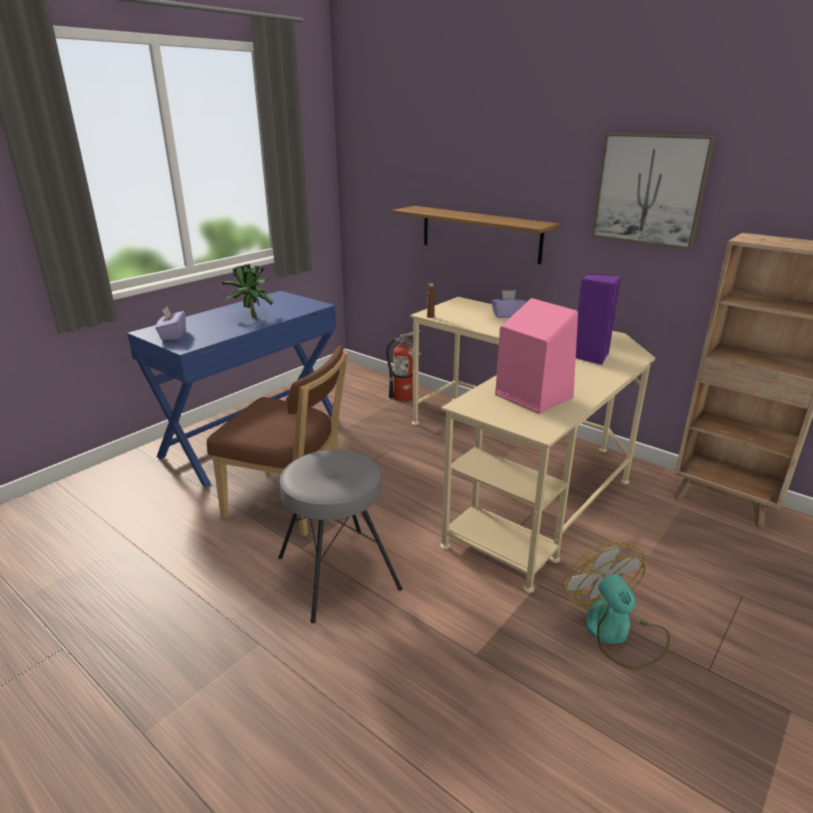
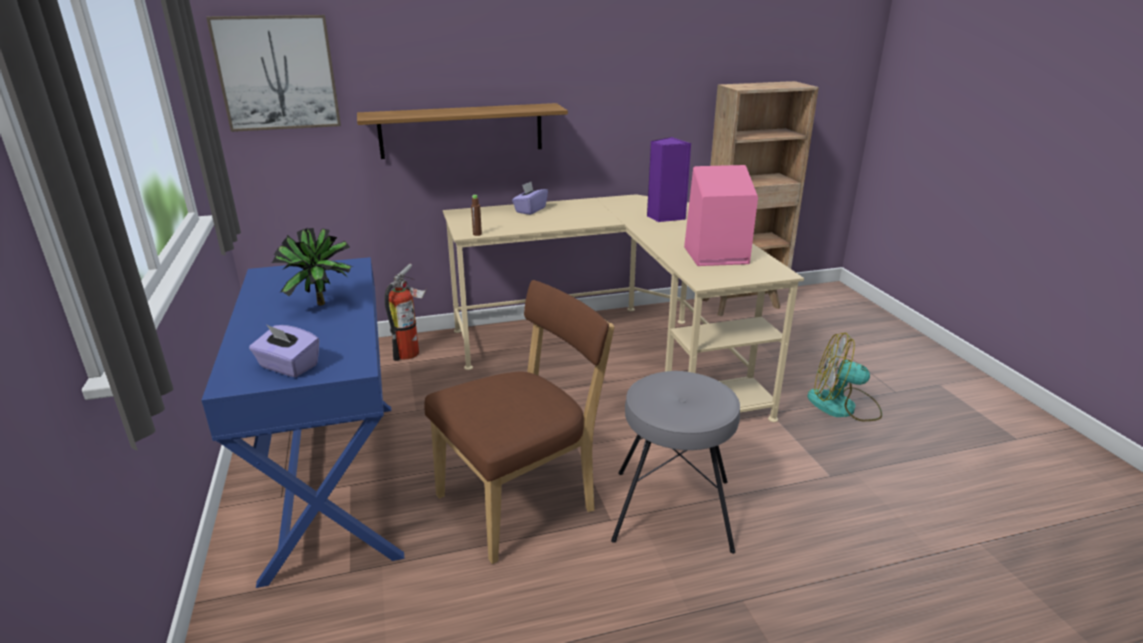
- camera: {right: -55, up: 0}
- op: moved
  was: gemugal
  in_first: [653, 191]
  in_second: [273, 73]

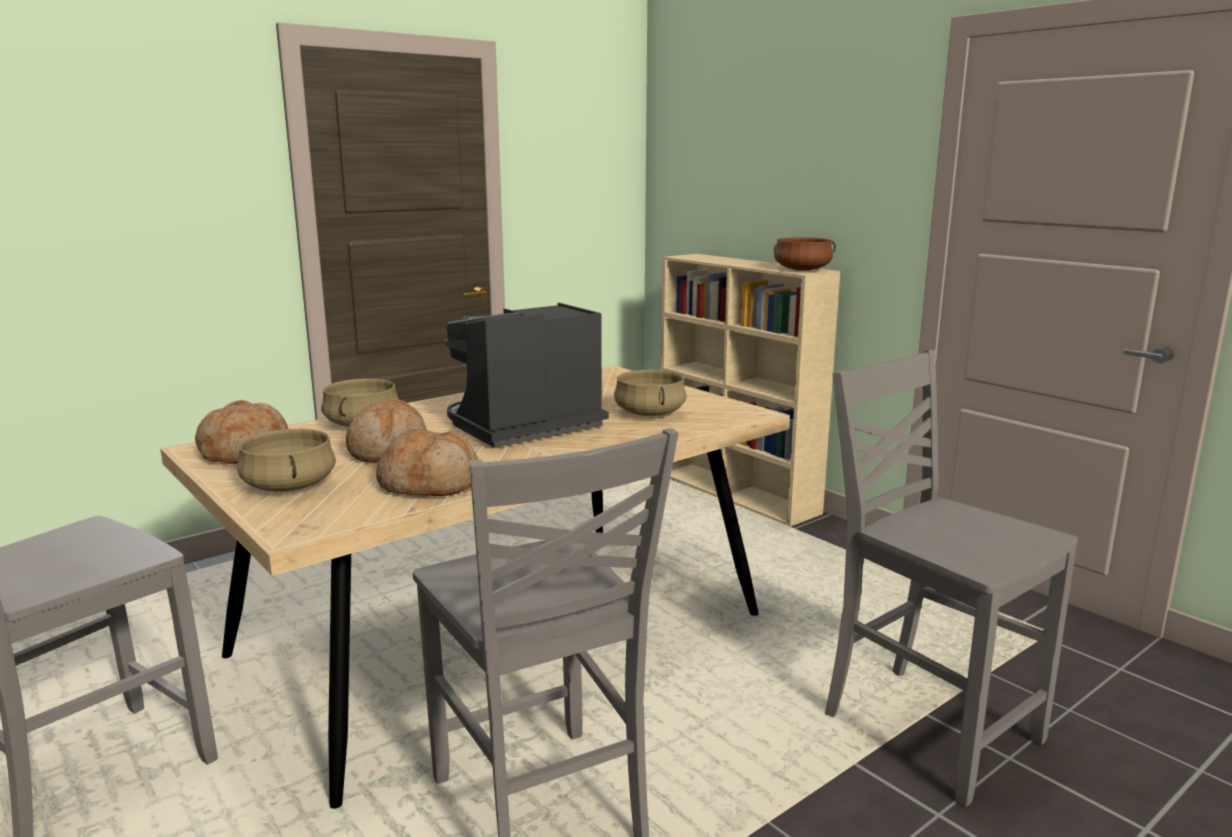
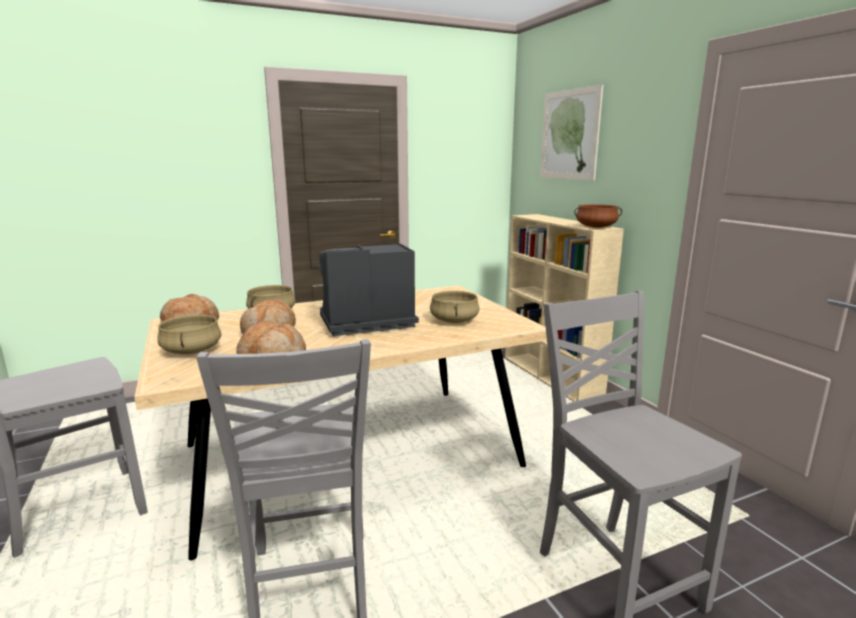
- camera: {right: 15, up: 0}
- op: added
  now: gemugal
  in_second: [571, 132]

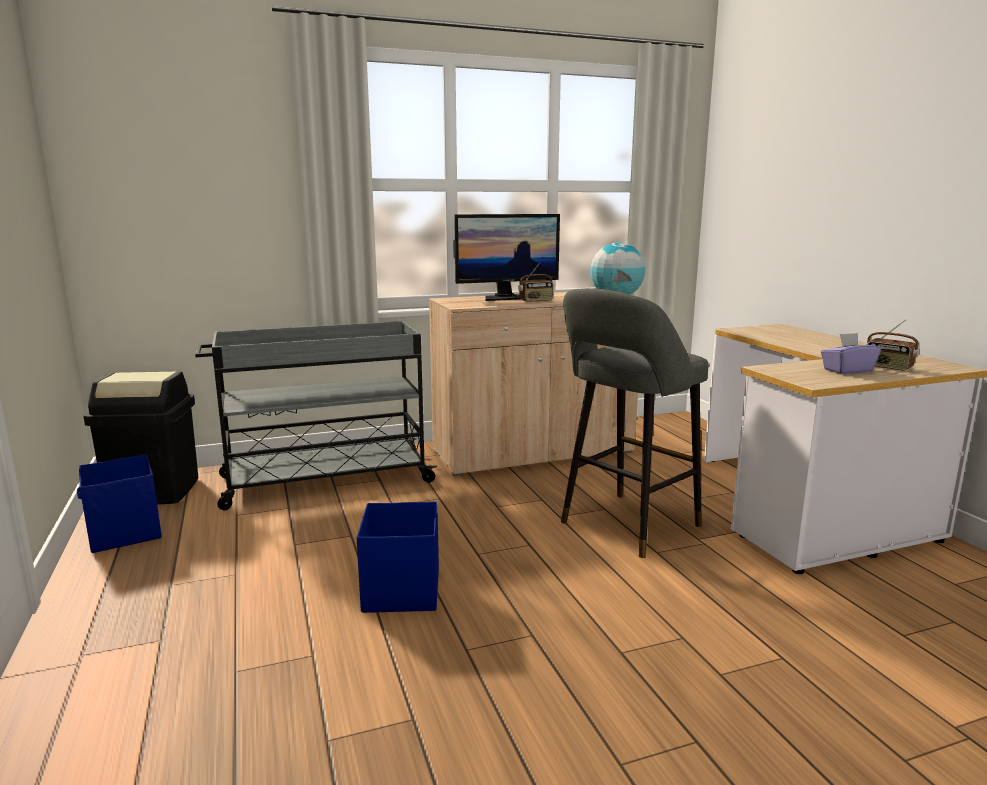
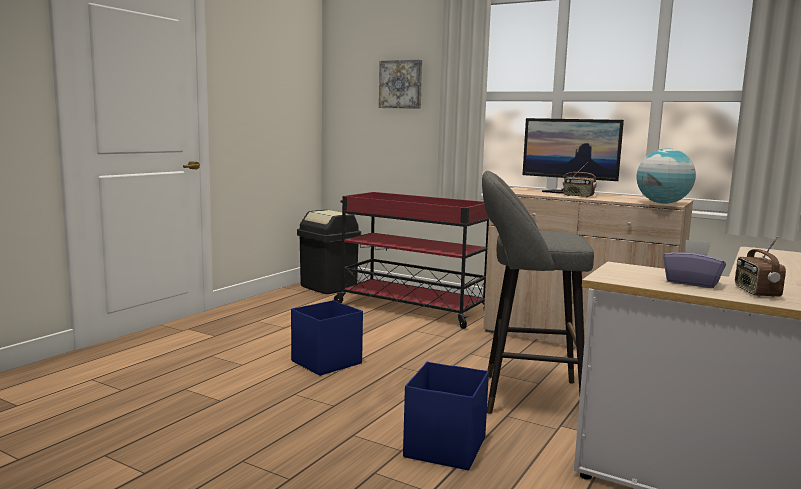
- camera: {right: 50, up: -5}
- op: added
  now: gemugal
  in_second: [400, 84]
- op: moved
  was: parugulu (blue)
  in_first: [119, 504]
  in_second: [446, 416]
- op: recoloured
  was: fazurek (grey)
  now: fazurek (red)
  in_first: [316, 415]
  in_second: [412, 260]

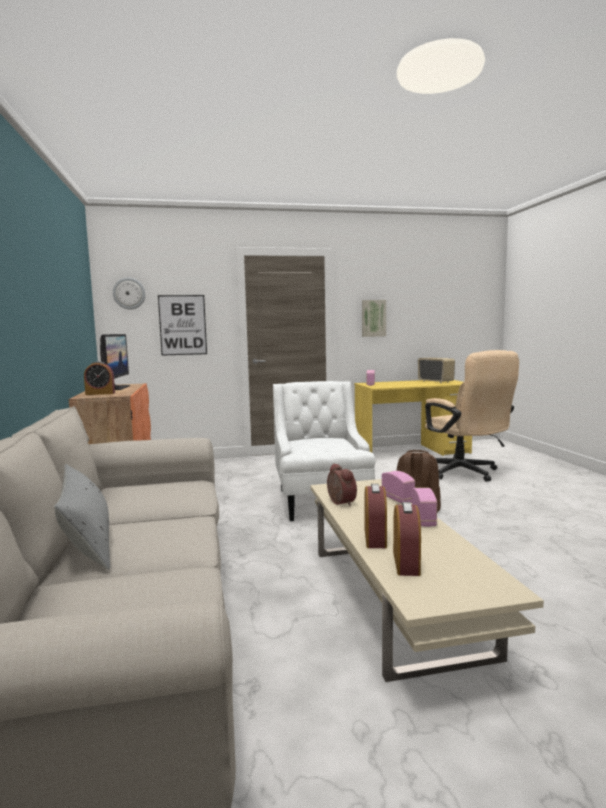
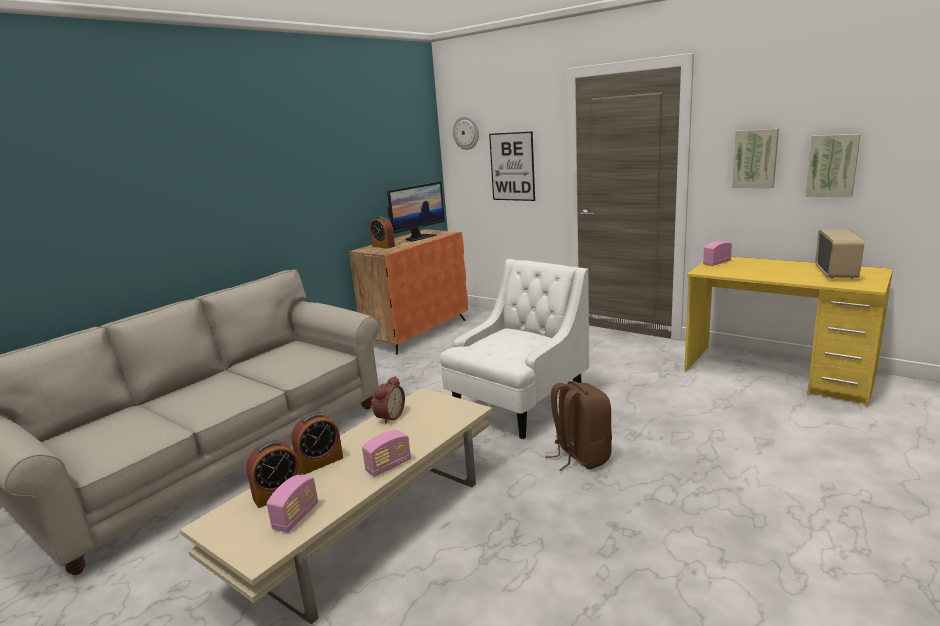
- camera: {right: 50, up: 10}
- op: removed
  was: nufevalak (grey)
  in_first: [82, 517]
- op: removed
  was: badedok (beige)
  in_first: [472, 416]
- op: added
  now: gemugal
  in_second: [833, 166]
- op: moved
  was: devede
  in_first: [398, 487]
  in_second: [292, 504]

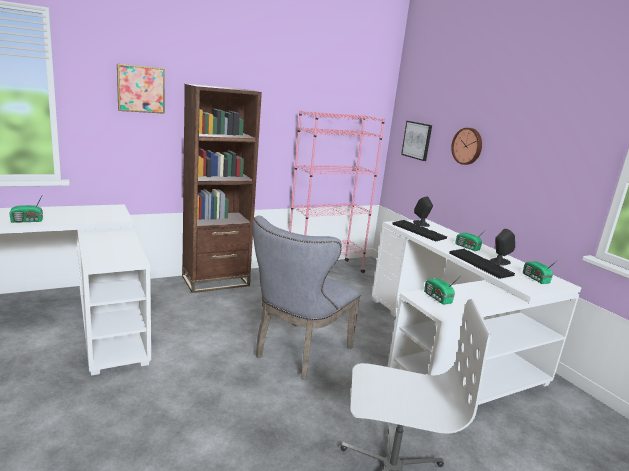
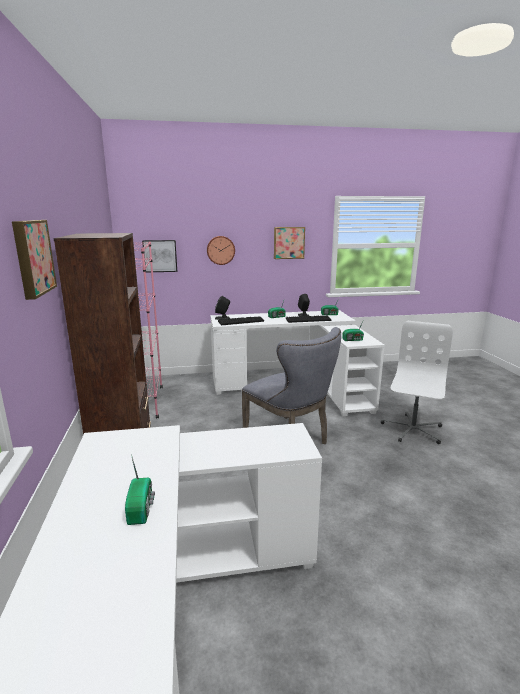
- camera: {right: -70, up: 0}
- op: added
  now: gemugal
  in_second: [289, 243]

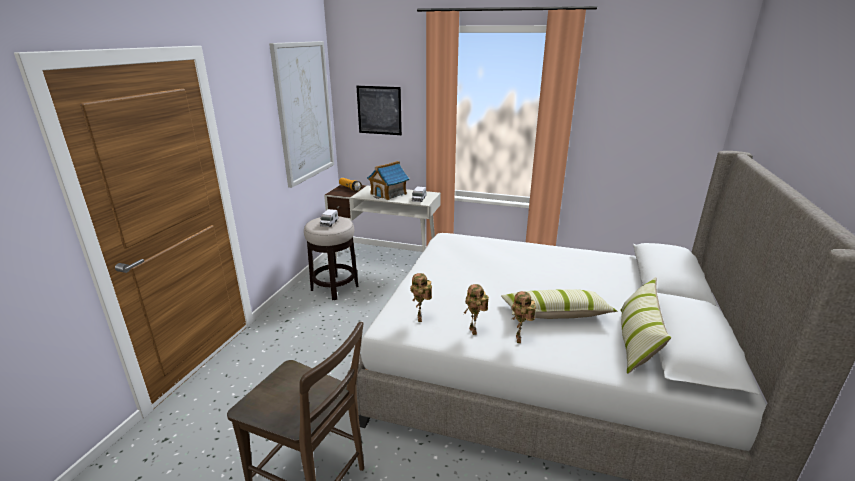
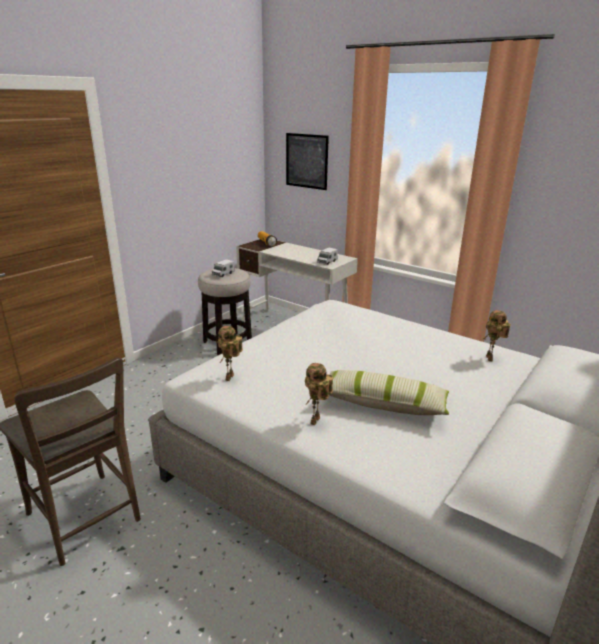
- camera: {right: 20, up: 0}
- op: removed
  was: gemugal
  in_first: [301, 114]
- op: removed
  was: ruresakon
  in_first: [388, 180]
- op: removed
  was: nufevalak
  in_first: [645, 325]
- op: moved
  was: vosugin
  in_first: [476, 309]
  in_second: [496, 335]

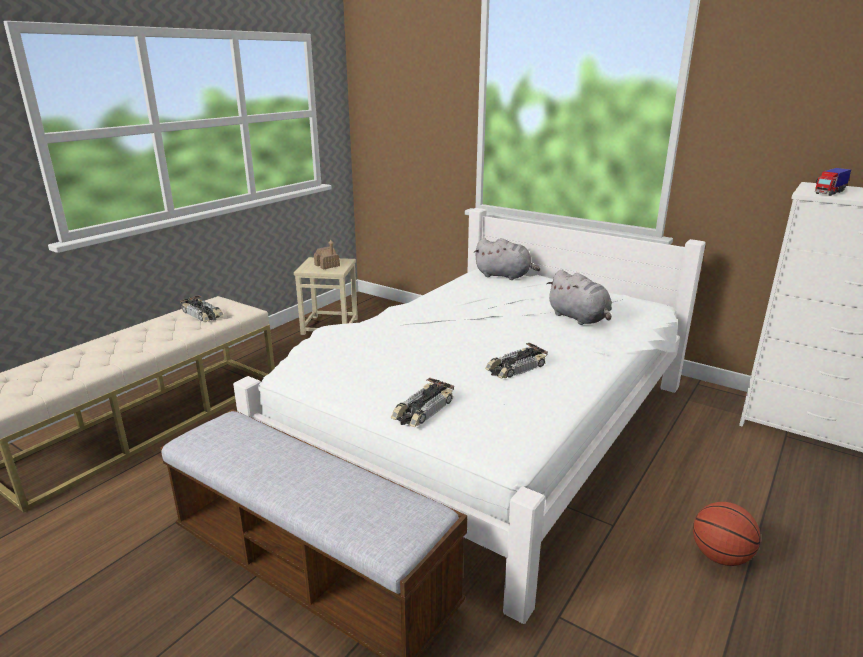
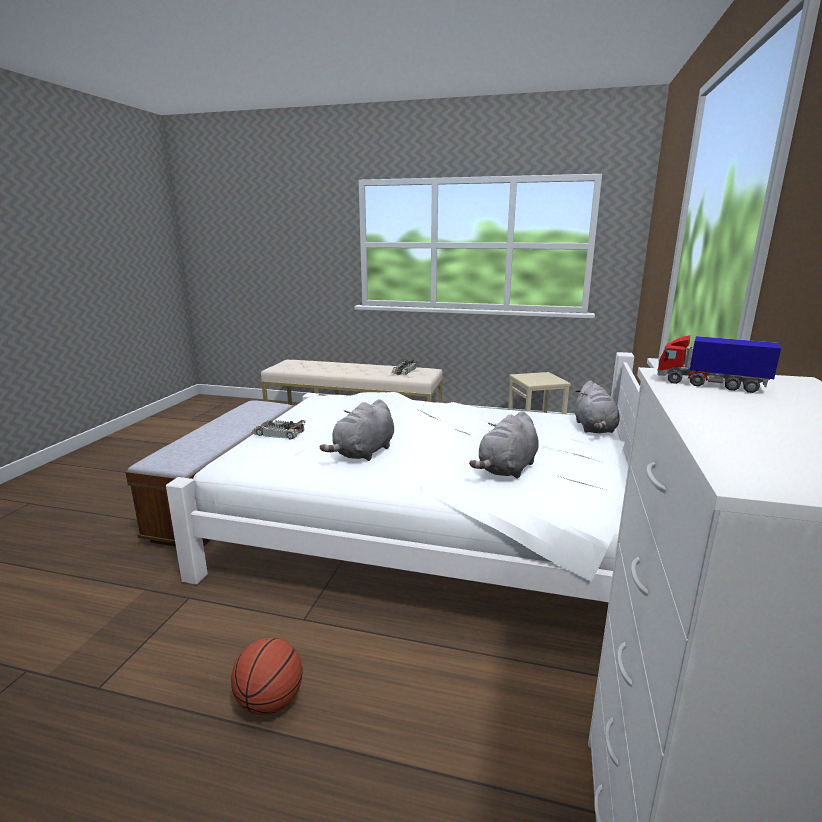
- camera: {right: 70, up: -5}
- op: removed
  was: ruresakon
  in_first: [327, 255]
- op: replaced
  was: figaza
  now: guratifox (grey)
  in_first: [516, 361]
  in_second: [357, 430]

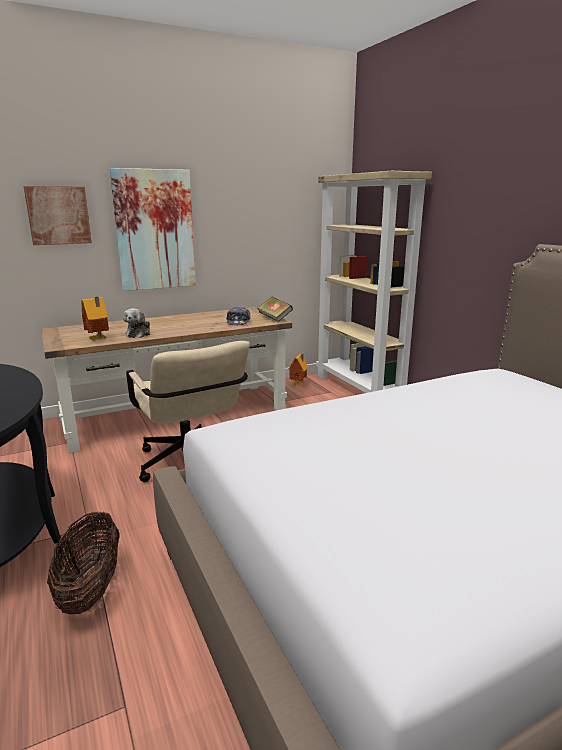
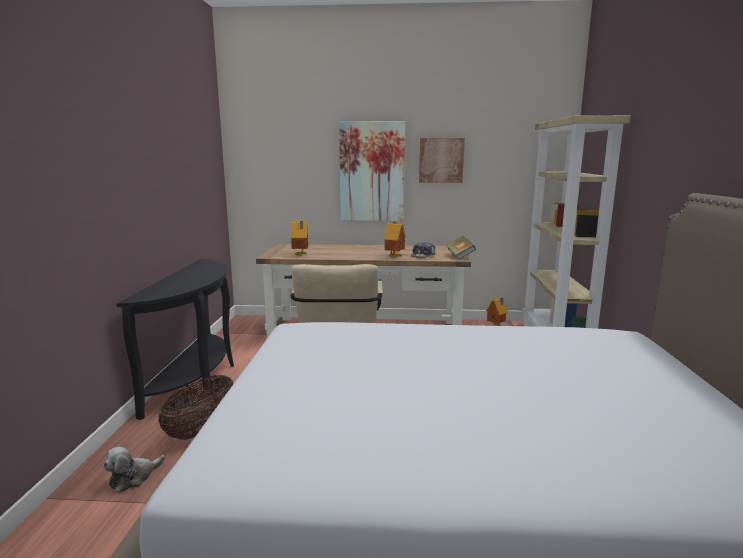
- camera: {right: 30, up: -5}
- op: added
  now: ruresakon
  in_second: [395, 239]
- op: moved
  was: gemugal
  in_first: [57, 215]
  in_second: [442, 160]
- op: moved
  was: guratifox
  in_first: [136, 323]
  in_second: [134, 470]

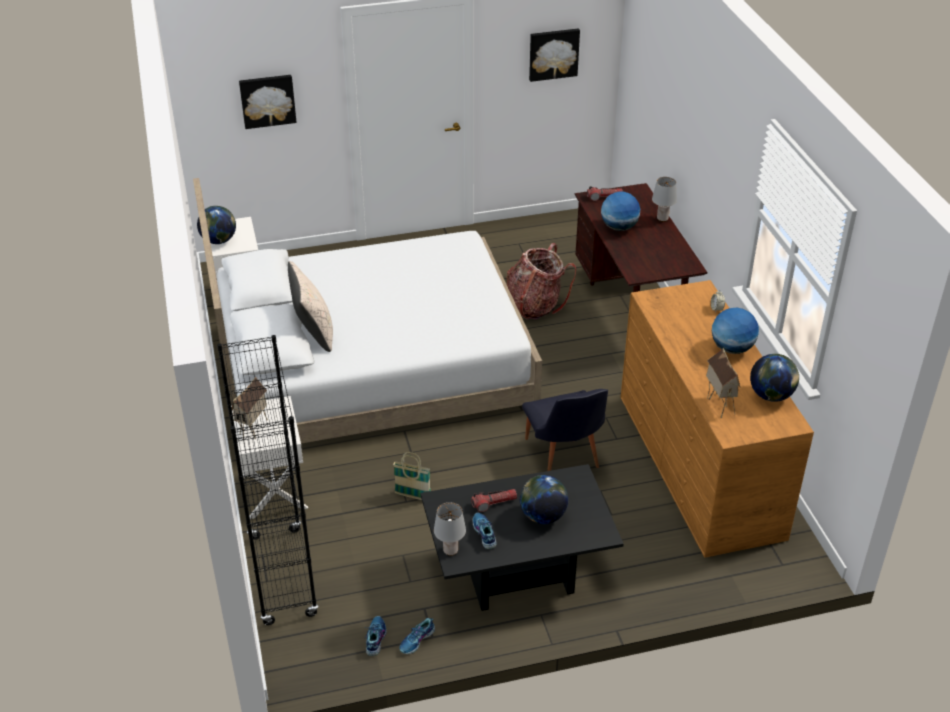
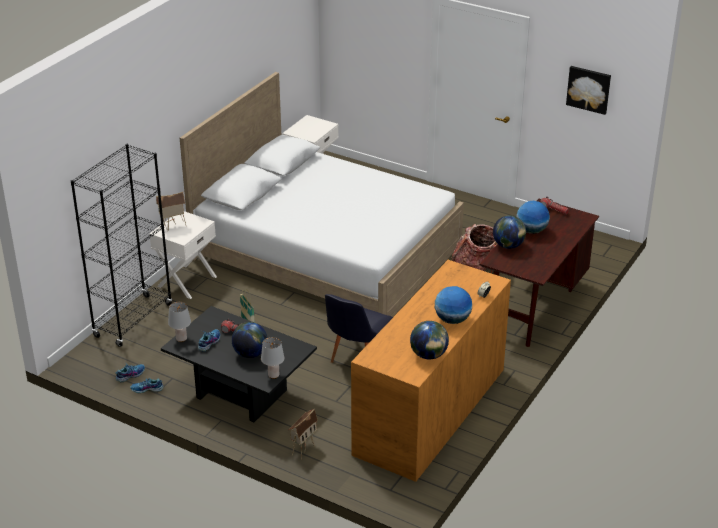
- camera: {right: 45, up: -5}
- op: removed
  was: gemugal
  in_first: [268, 102]
- op: removed
  was: nufevalak (beige)
  in_first: [310, 306]
- op: moved
  was: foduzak
  in_first: [216, 225]
  in_second: [509, 232]
- op: moved
  was: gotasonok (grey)
  in_first: [664, 199]
  in_second: [272, 358]
- op: moved
  was: ruresakon
  in_first: [723, 383]
  in_second: [303, 434]

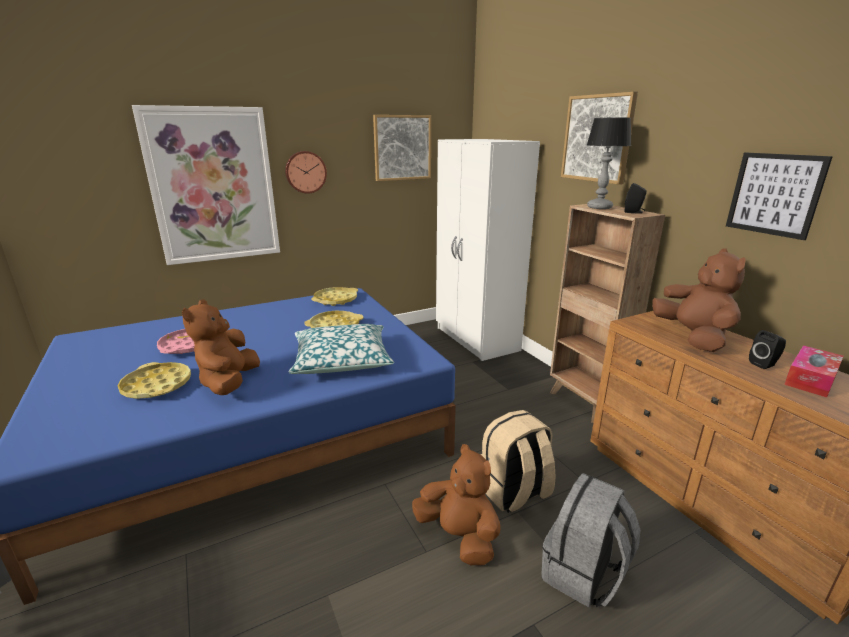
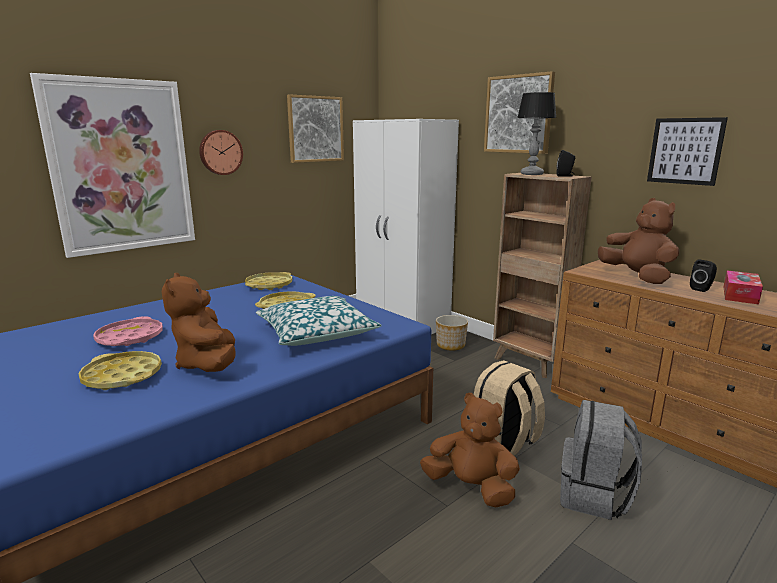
- camera: {right: -15, up: -5}
- op: added
  now: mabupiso
  in_second: [452, 333]

